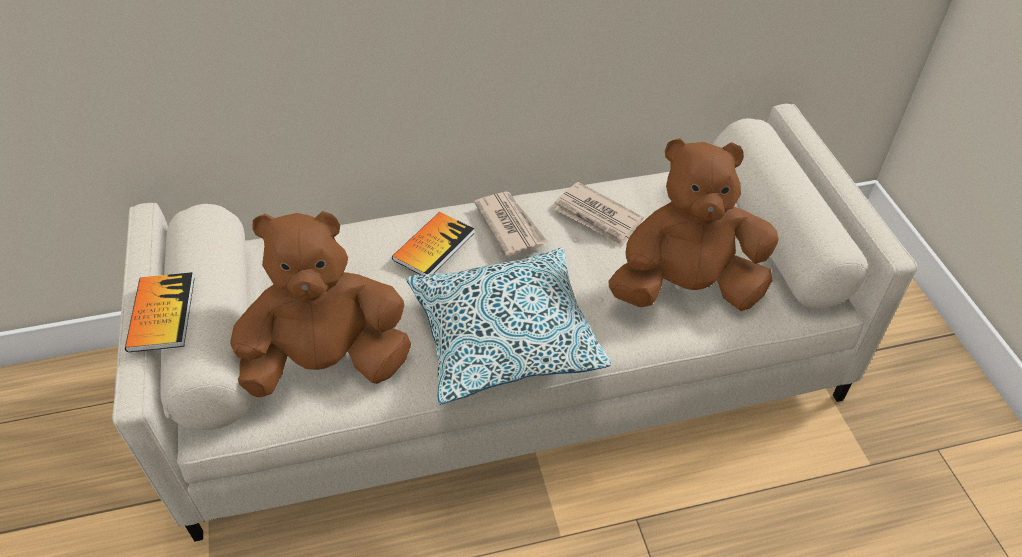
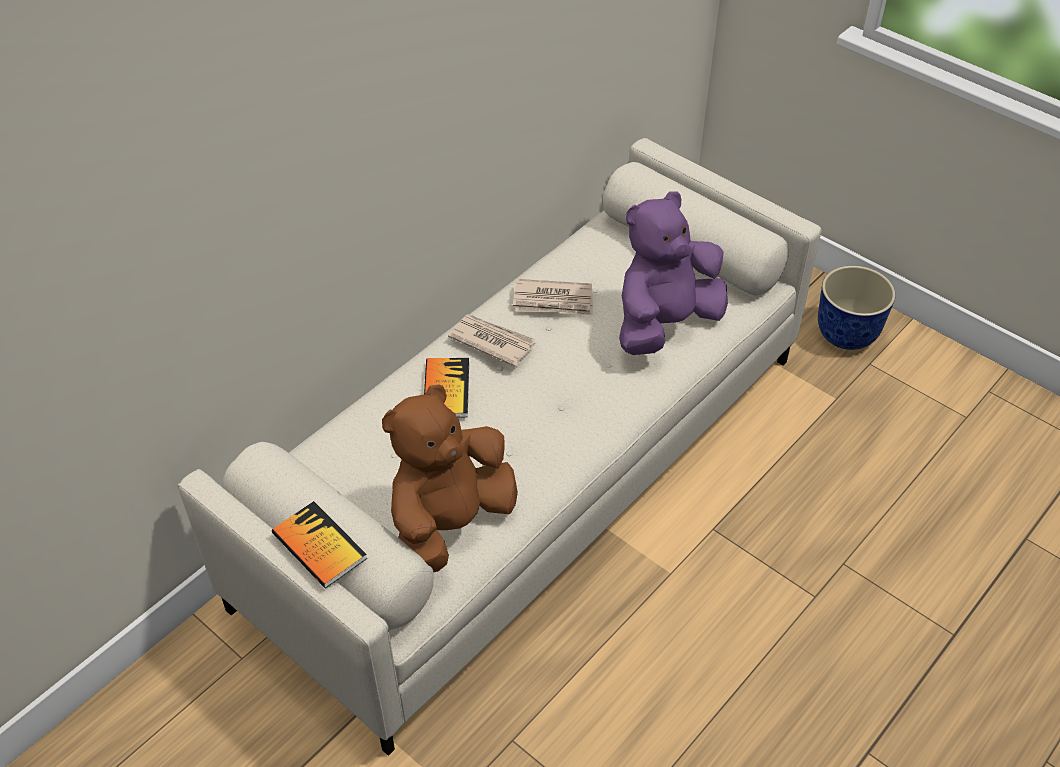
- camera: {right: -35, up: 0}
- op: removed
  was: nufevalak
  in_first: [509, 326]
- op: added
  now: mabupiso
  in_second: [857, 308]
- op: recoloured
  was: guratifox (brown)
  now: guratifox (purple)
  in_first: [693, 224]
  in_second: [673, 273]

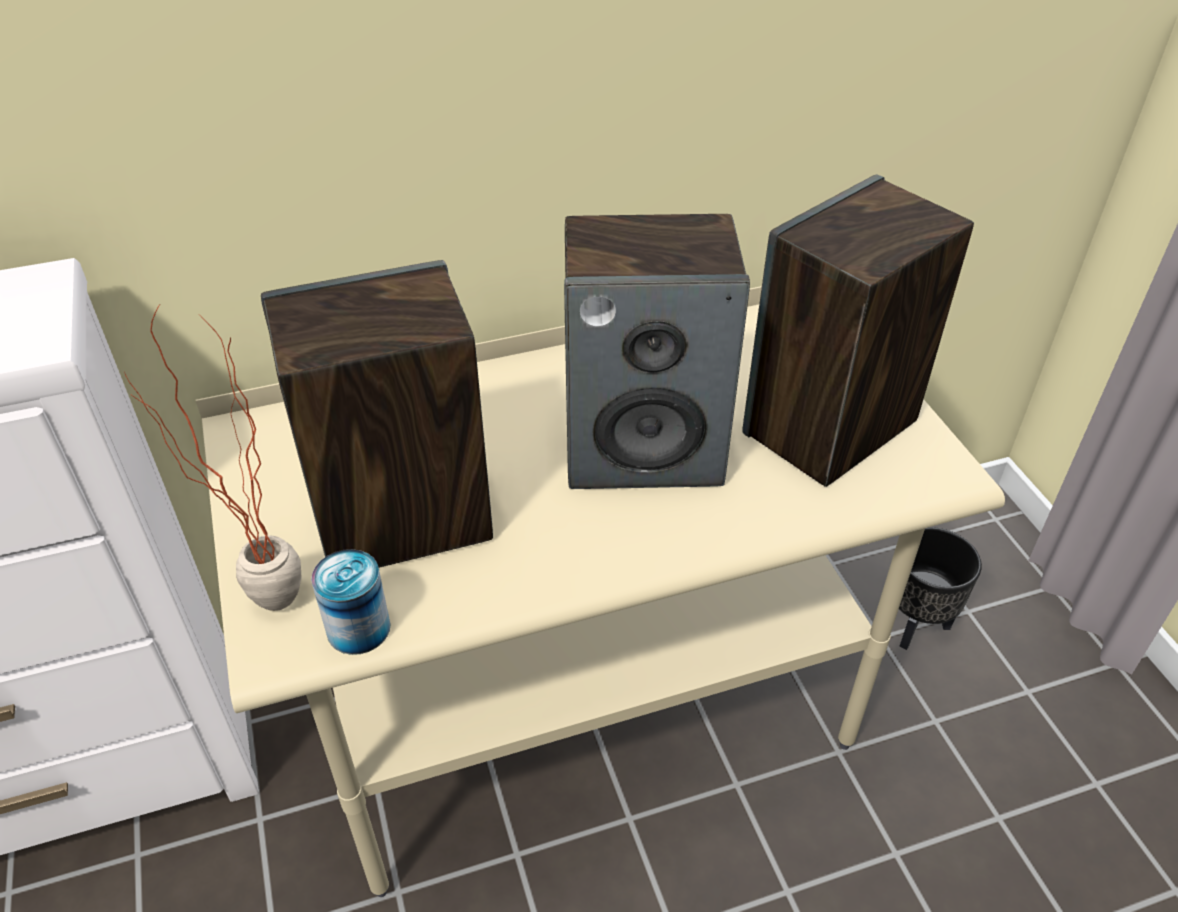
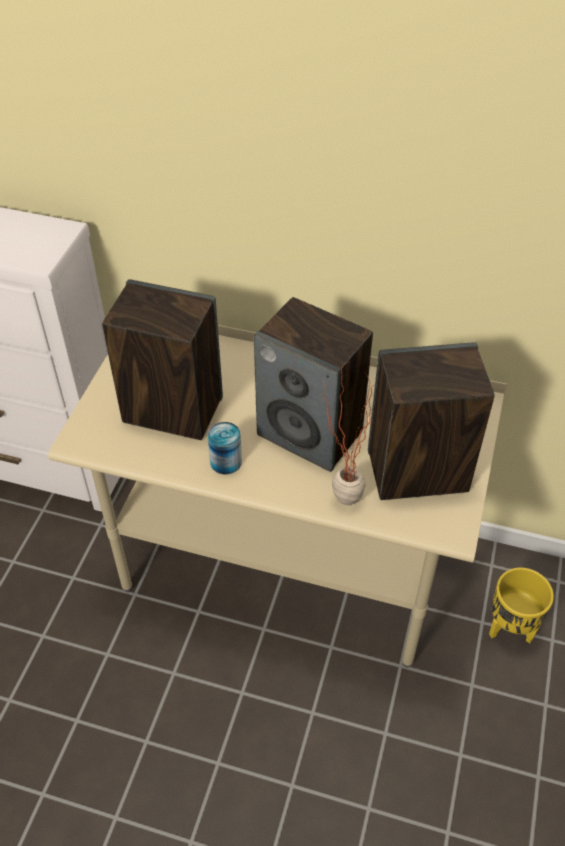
- camera: {right: 35, up: 5}
- op: moved
  was: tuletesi
  in_first: [213, 458]
  in_second: [347, 433]
- op: moved
  was: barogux
  in_first: [351, 602]
  in_second: [224, 448]
- op: recoloured
  was: mabupiso (black)
  now: mabupiso (yellow)
  in_first: [940, 588]
  in_second: [521, 605]

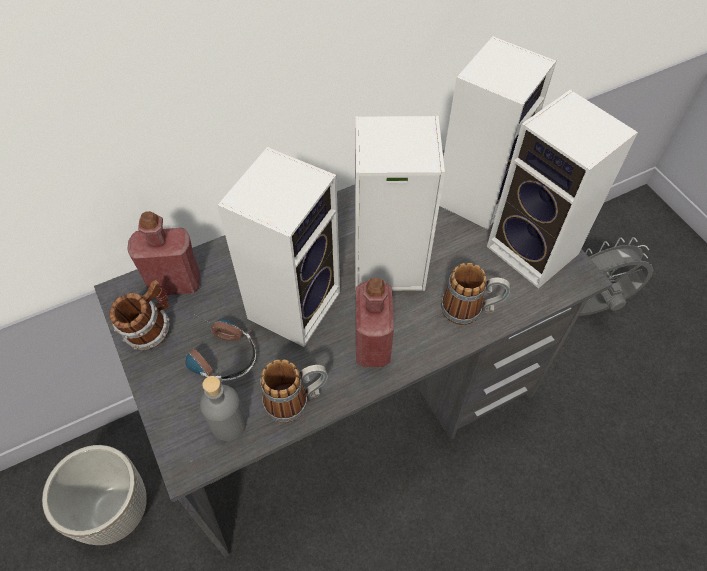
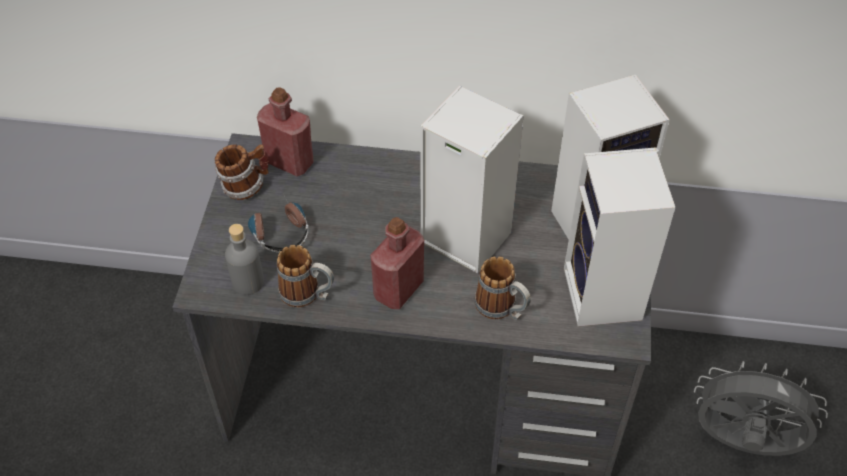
- camera: {right: 35, up: -5}
- op: removed
  was: mabupiso
  in_first: [94, 495]
- op: removed
  was: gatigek
  in_first: [278, 247]

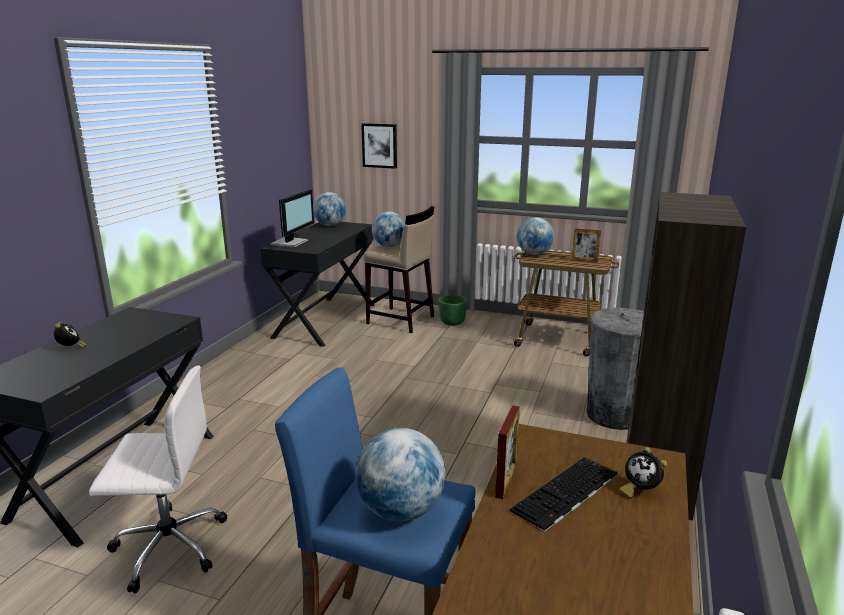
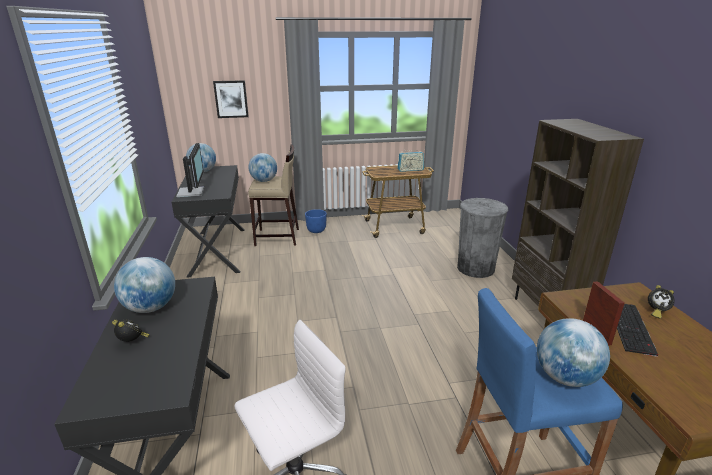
- camera: {right: -30, up: 5}
- op: moved
  was: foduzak
  in_first: [535, 236]
  in_second: [144, 285]
- op: replaced
  was: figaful
  now: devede
  in_first: [586, 246]
  in_second: [410, 161]
- op: recoloured
  was: mabupiso (green)
  now: mabupiso (blue)
  in_first: [453, 310]
  in_second: [316, 221]

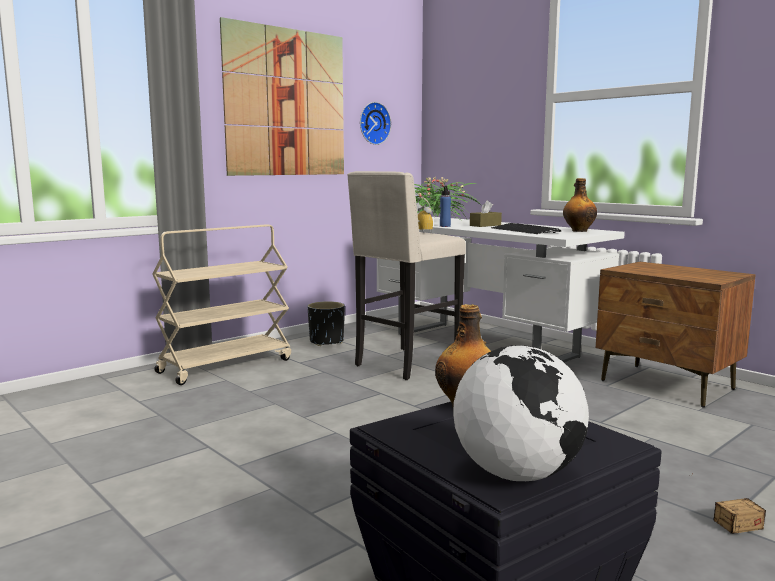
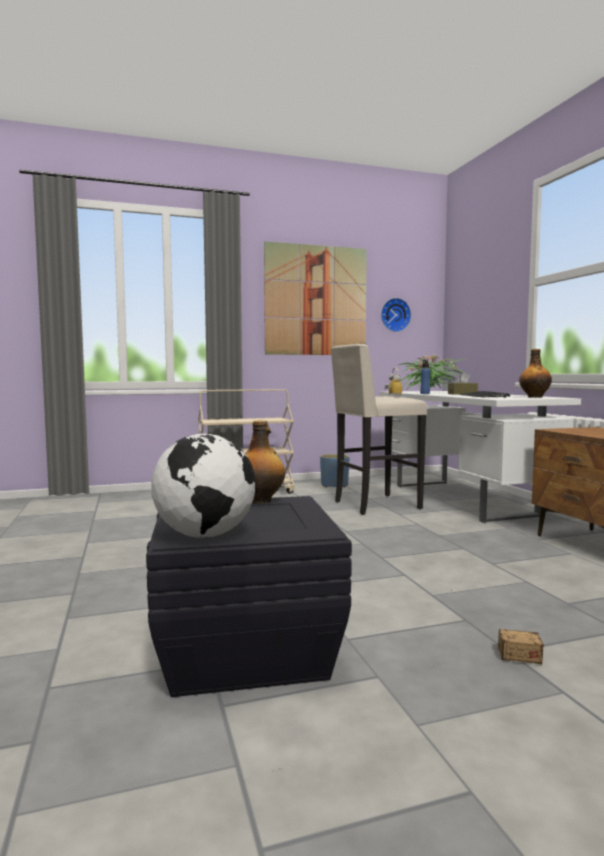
- camera: {right: 25, up: -5}
- op: recoloured
  was: mabupiso (black)
  now: mabupiso (blue)
  in_first: [326, 323]
  in_second: [335, 471]

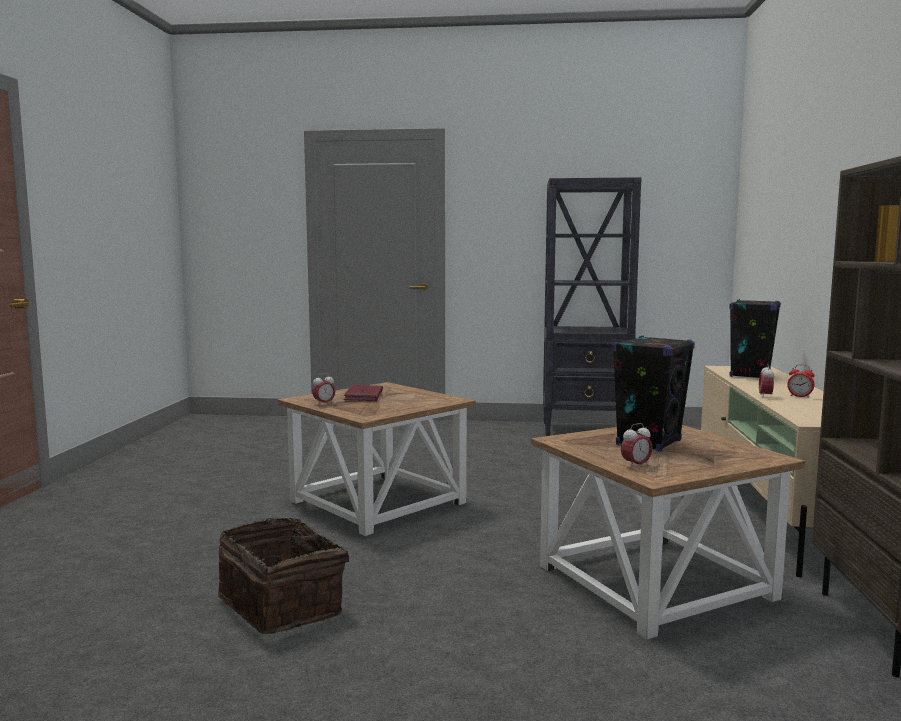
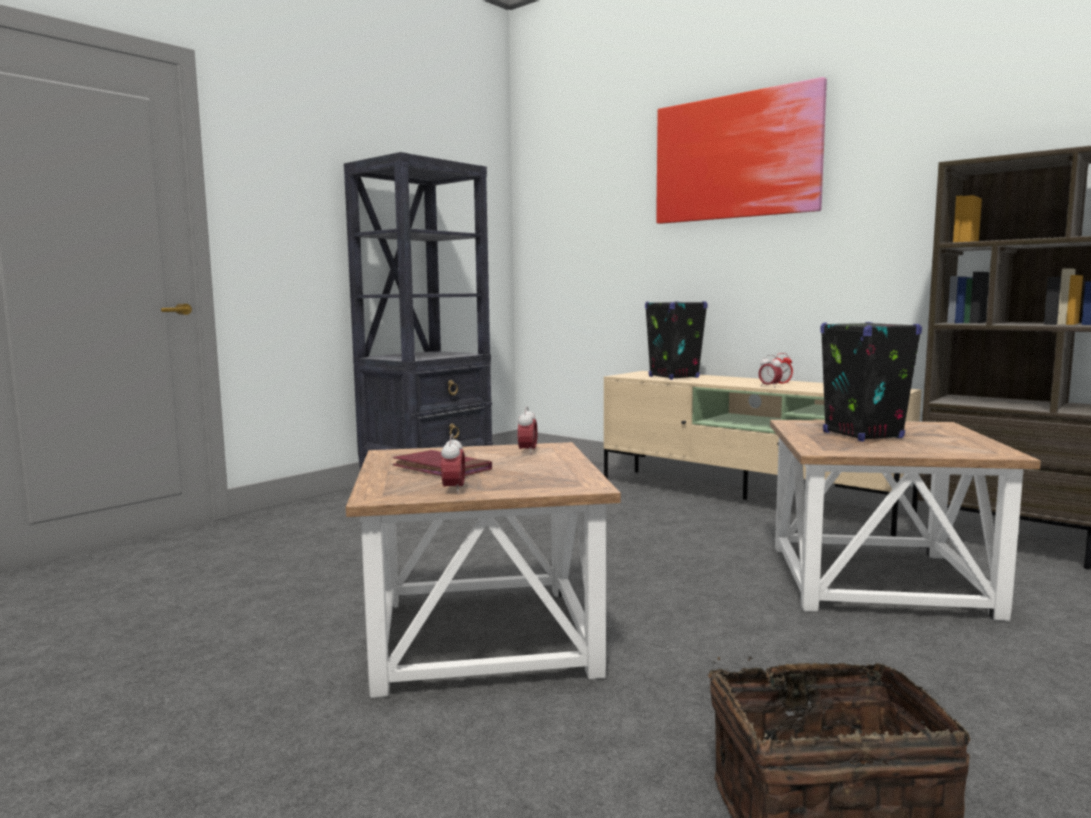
- camera: {right: -55, up: 0}
- op: added
  now: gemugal
  in_second: [741, 150]
- op: moved
  was: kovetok
  in_first: [637, 446]
  in_second: [527, 431]

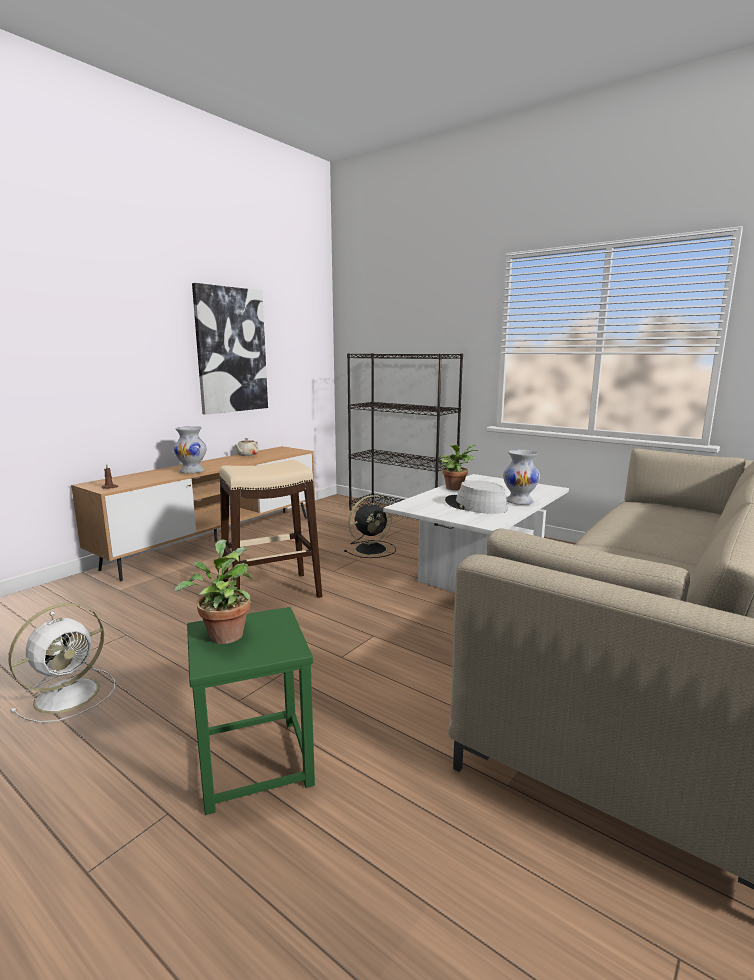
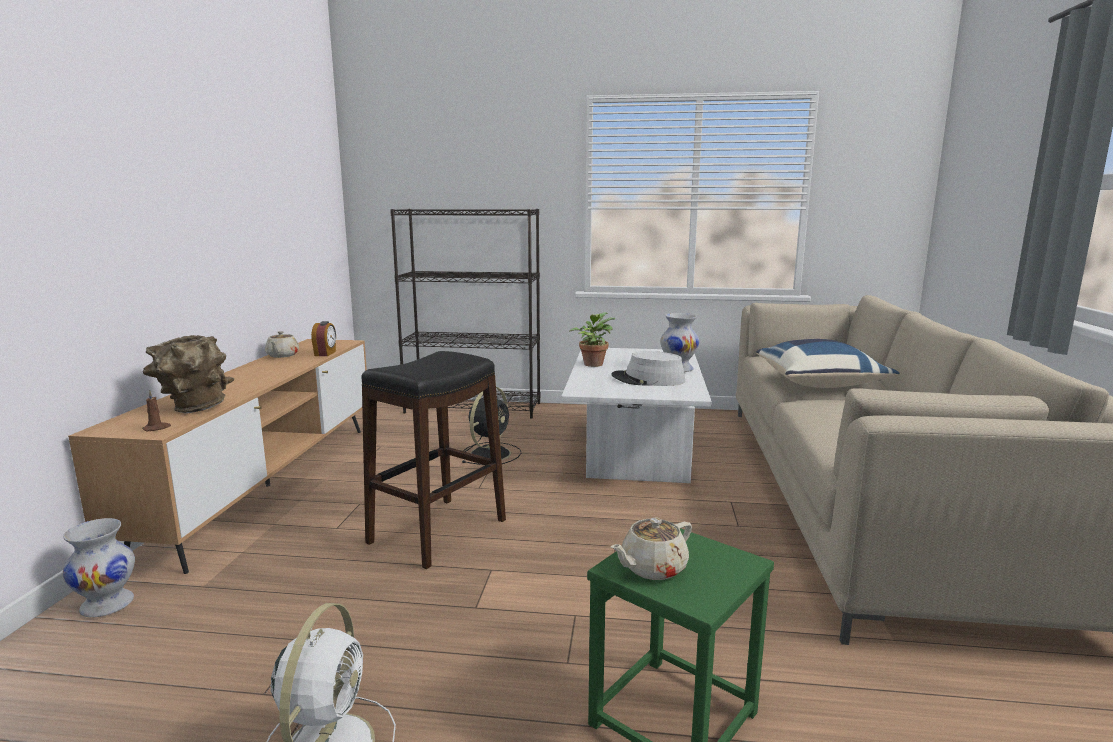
- camera: {right: -30, up: 0}
- op: removed
  was: gemugal
  in_first: [230, 349]
- op: added
  now: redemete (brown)
  in_second: [188, 374]
- op: added
  now: kovetok
  in_second: [323, 338]
- op: added
  now: nufevalak (blue)
  in_second: [828, 363]
- op: moved
  was: redemete (white)
  in_first: [190, 449]
  in_second: [99, 567]
- op: replaced
  was: tuletesi
  now: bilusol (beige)
  in_first: [214, 592]
  in_second: [651, 549]
- op: recoloured
  was: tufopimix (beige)
  now: tufopimix (black)
  in_first: [270, 529]
  in_second: [433, 460]

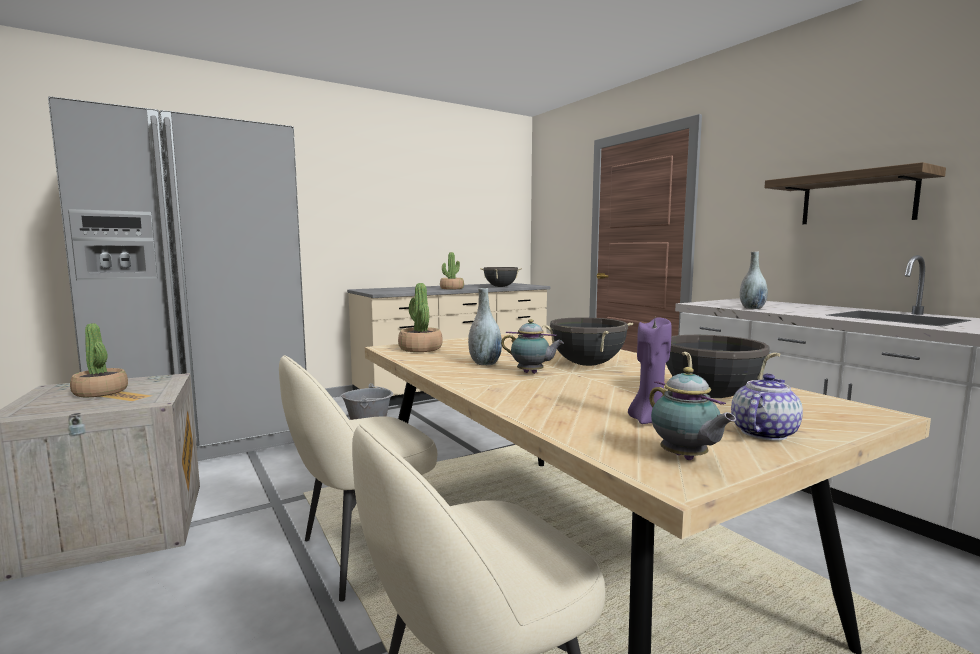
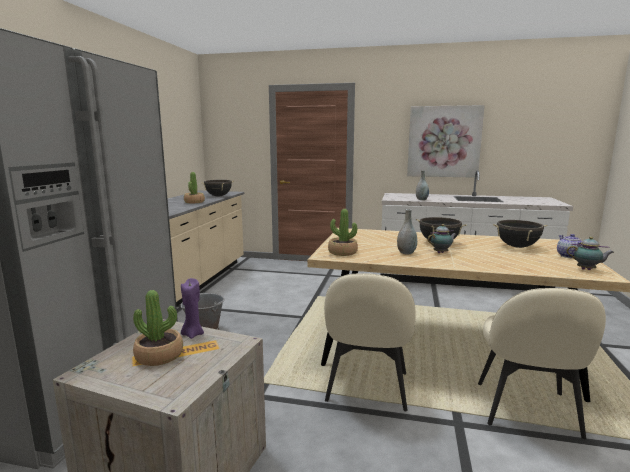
- camera: {right: -45, up: 5}
- op: moved
  was: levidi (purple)
  in_first: [650, 371]
  in_second: [192, 308]
- op: replaced
  was: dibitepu
  now: gemugal
  in_first: [855, 193]
  in_second: [446, 141]

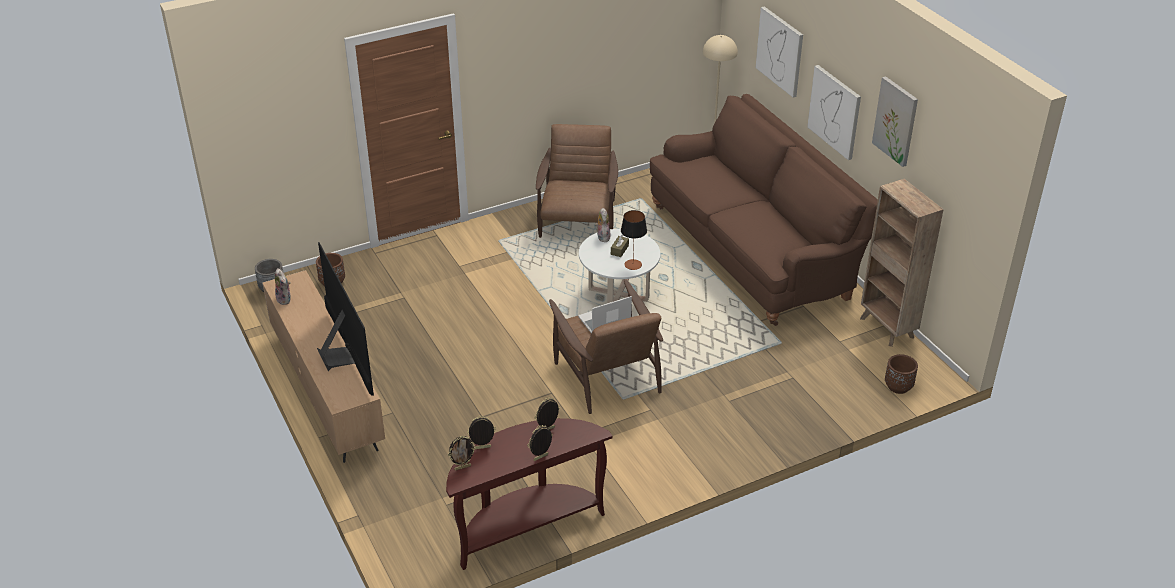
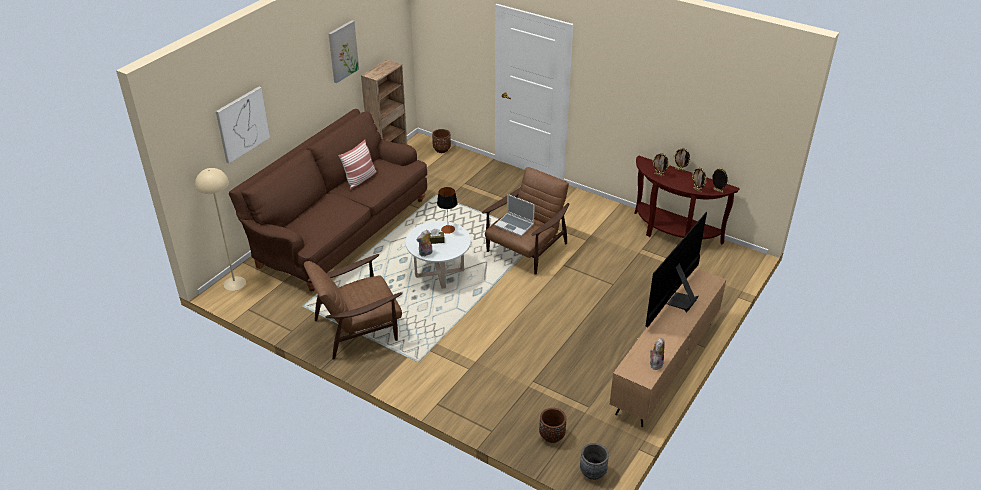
- camera: {right: -120, up: 0}
- op: removed
  was: gemugal
  in_first: [834, 112]
- op: added
  now: nufevalak
  in_second: [357, 165]

